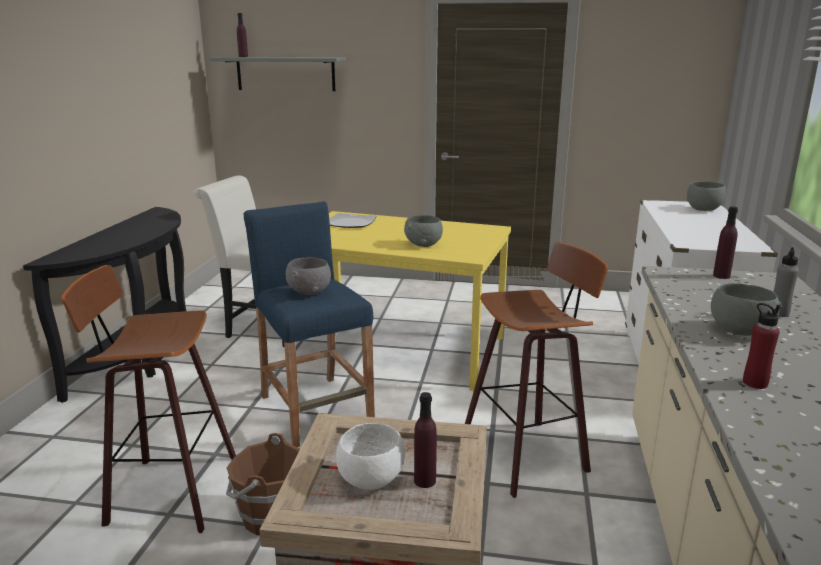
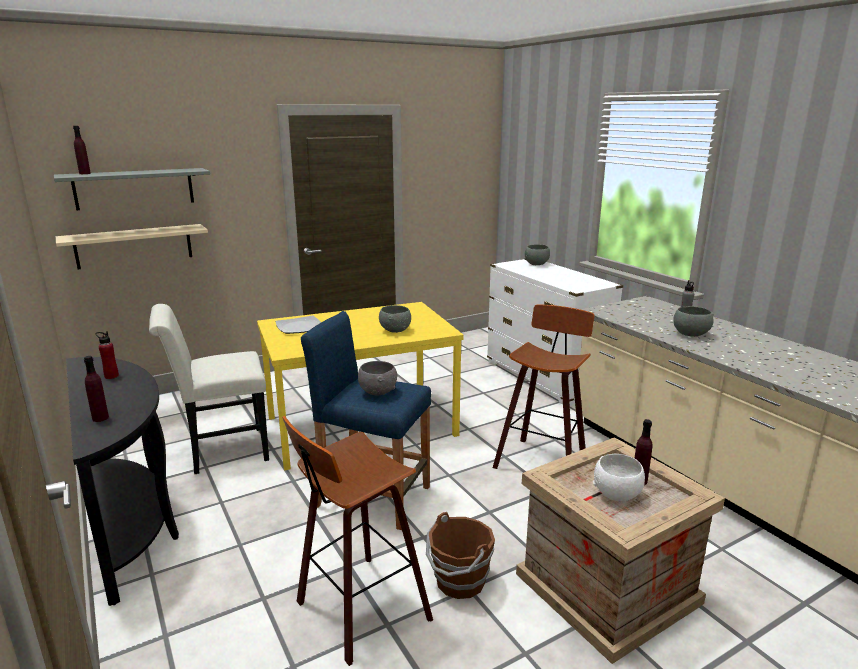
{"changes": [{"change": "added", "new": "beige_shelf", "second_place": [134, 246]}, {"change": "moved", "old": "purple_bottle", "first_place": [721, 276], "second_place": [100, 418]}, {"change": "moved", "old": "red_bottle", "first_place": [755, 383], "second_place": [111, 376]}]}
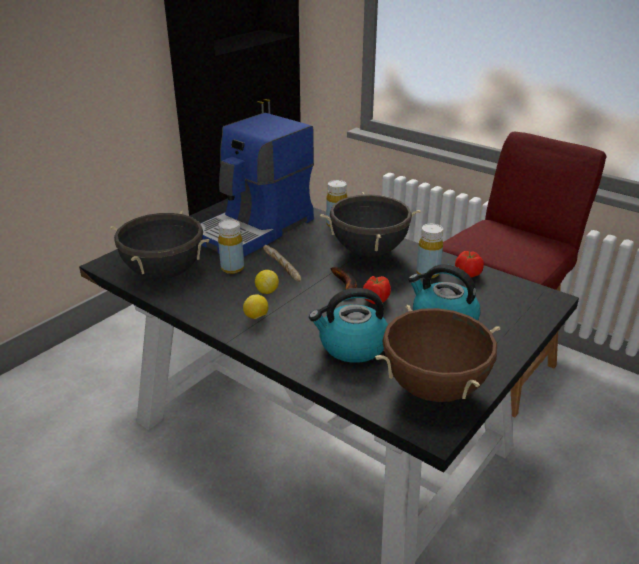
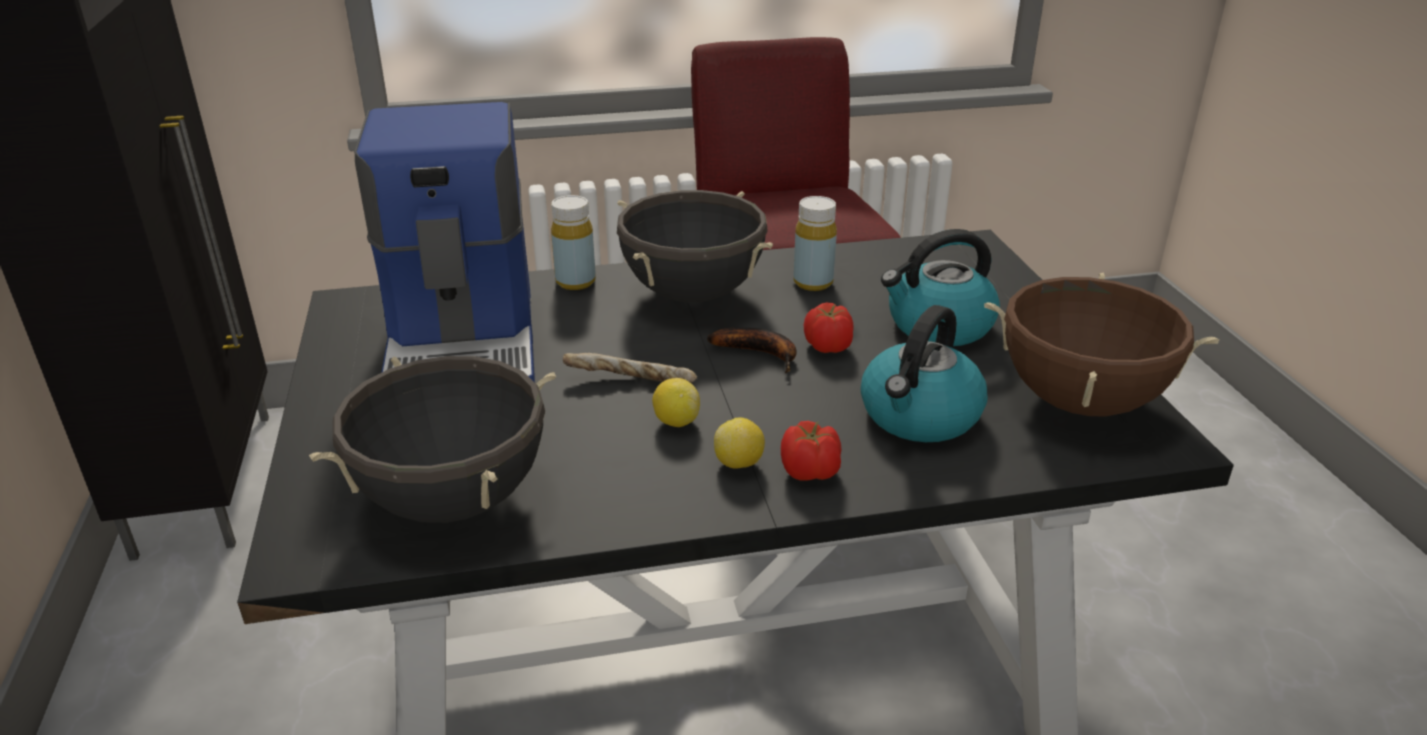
{"changes": [{"change": "moved", "old": "tomato", "first_place": [468, 274], "second_place": [811, 472]}, {"change": "removed", "old": "yellow_bottle", "first_place": [232, 268]}]}
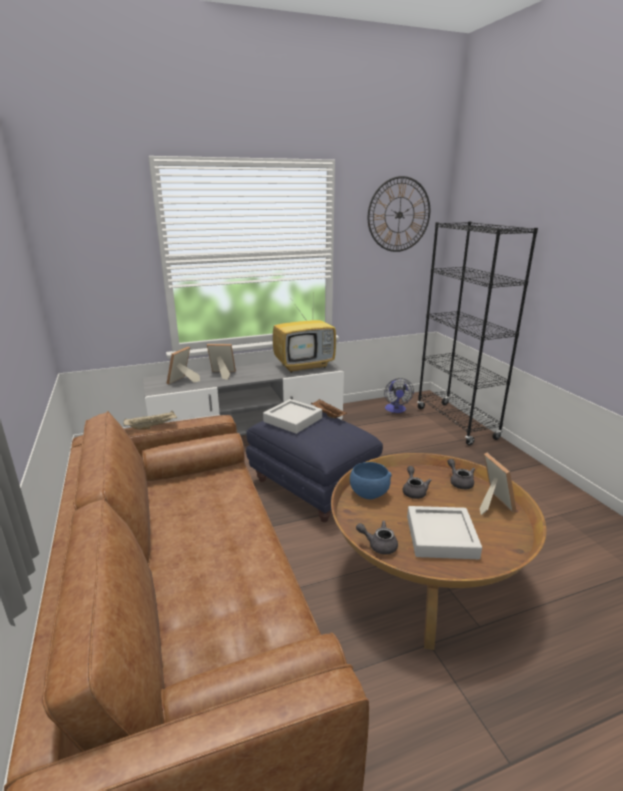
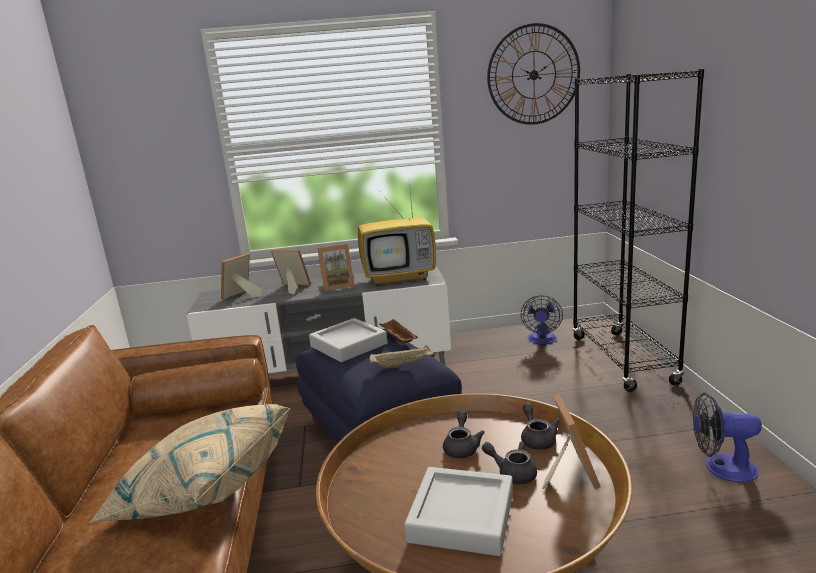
{"changes": [{"change": "added", "new": "beige_pillow", "second_place": [202, 490]}, {"change": "added", "new": "picture_frame", "second_place": [337, 286]}, {"change": "moved", "old": "beige_tray", "first_place": [152, 426], "second_place": [402, 365]}, {"change": "moved", "old": "grey_teapot", "first_place": [378, 545], "second_place": [512, 473]}, {"change": "added", "new": "fan", "second_place": [721, 468]}, {"change": "removed", "old": "blue_bowl", "first_place": [368, 494]}]}
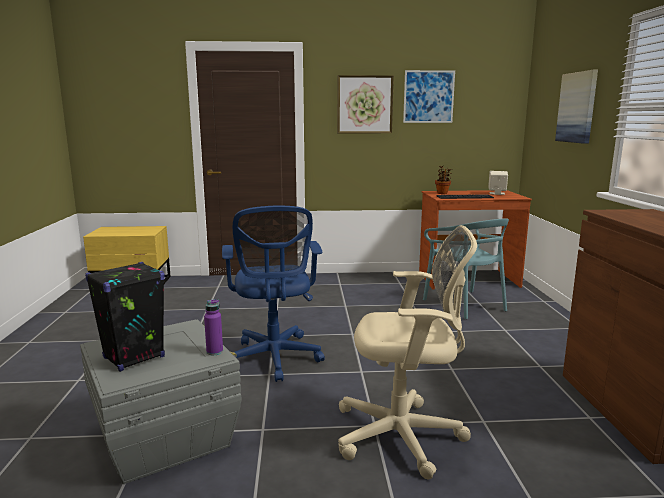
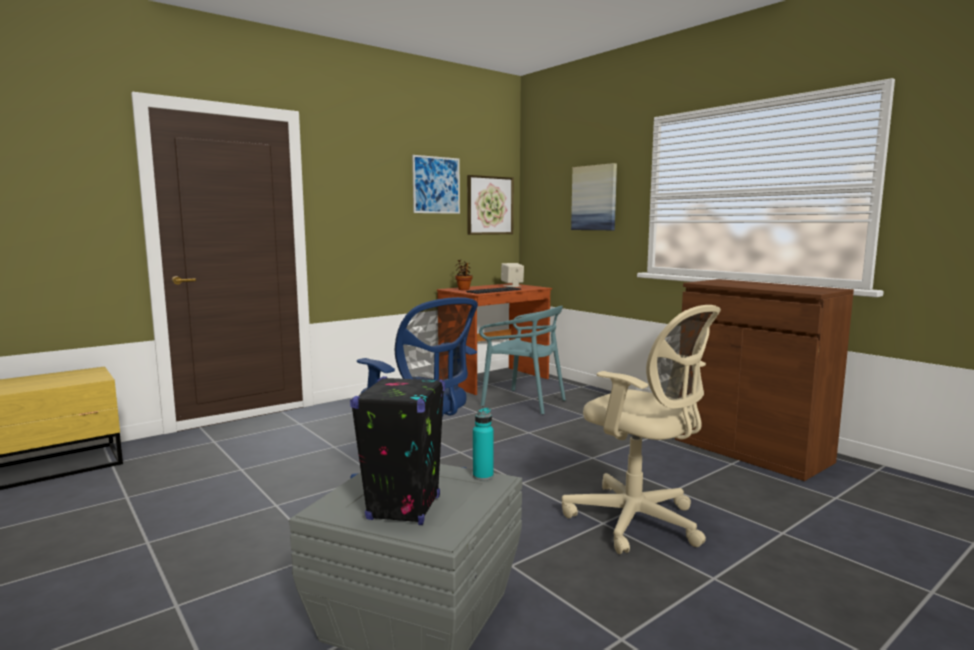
{"changes": [{"change": "moved", "old": "picture", "first_place": [364, 104], "second_place": [490, 205]}, {"change": "recoloured", "old": "purple_bottle", "new": "turquoise_bottle", "first_place": [214, 352], "second_place": [483, 476]}, {"change": "turned", "old": "beige_office_chair", "first_place": [404, 436], "second_place": [638, 522], "degrees": 75}]}
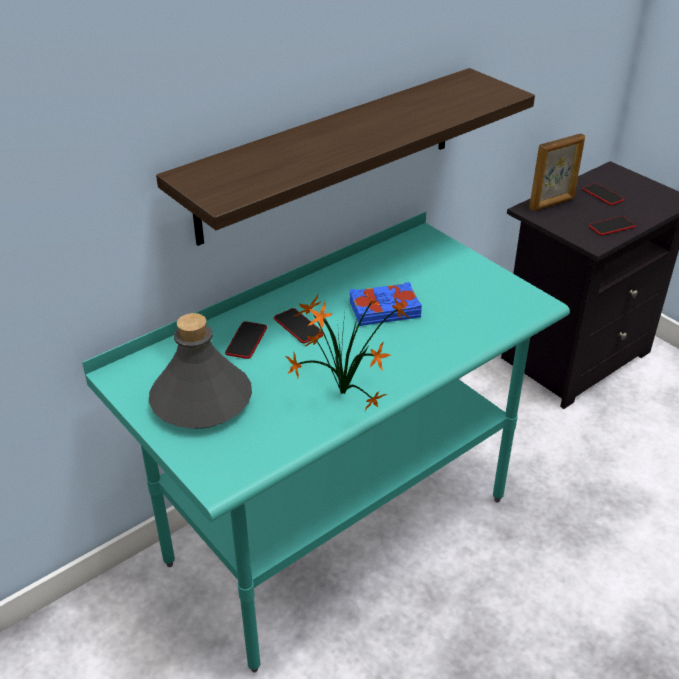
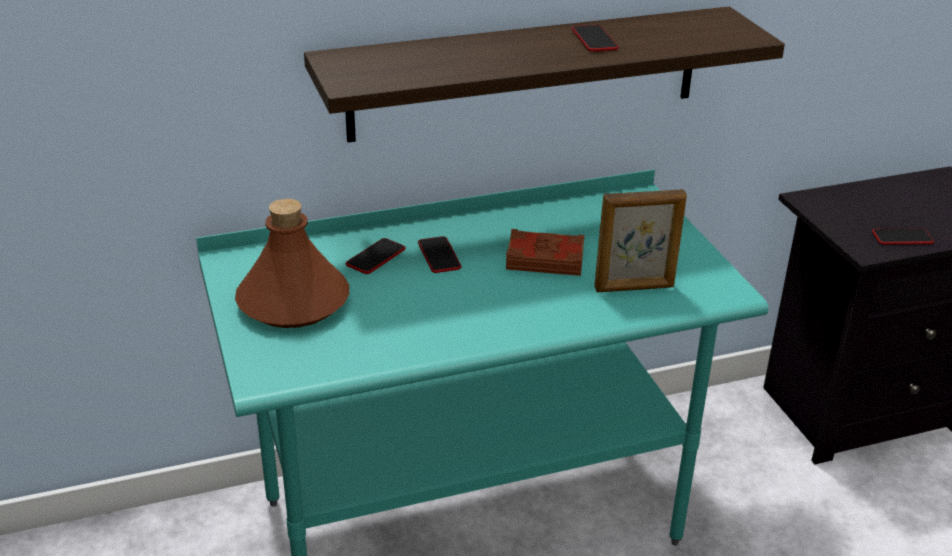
{"changes": [{"change": "recoloured", "old": "grey_bottle", "new": "brown_bottle", "first_place": [201, 401], "second_place": [292, 302]}, {"change": "recoloured", "old": "blue_book", "new": "brown_book", "first_place": [384, 309], "second_place": [545, 259]}, {"change": "moved", "old": "phone", "first_place": [602, 195], "second_place": [594, 39]}, {"change": "moved", "old": "picture_frame", "first_place": [552, 204], "second_place": [634, 288]}, {"change": "removed", "old": "potted_plant", "first_place": [340, 392]}]}
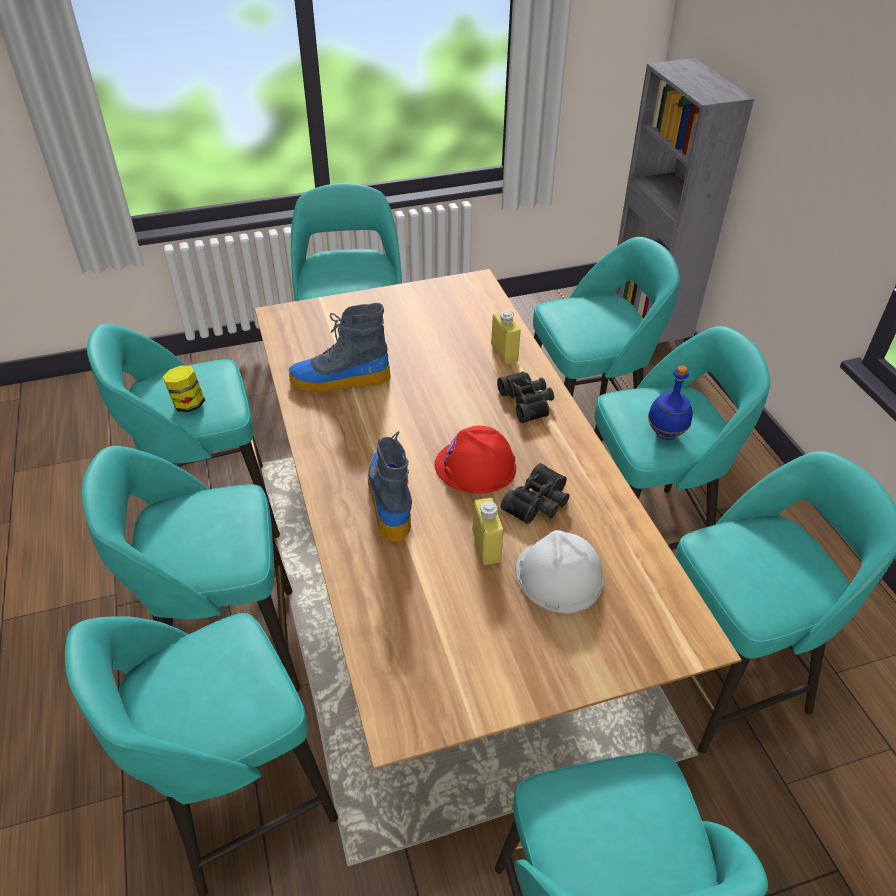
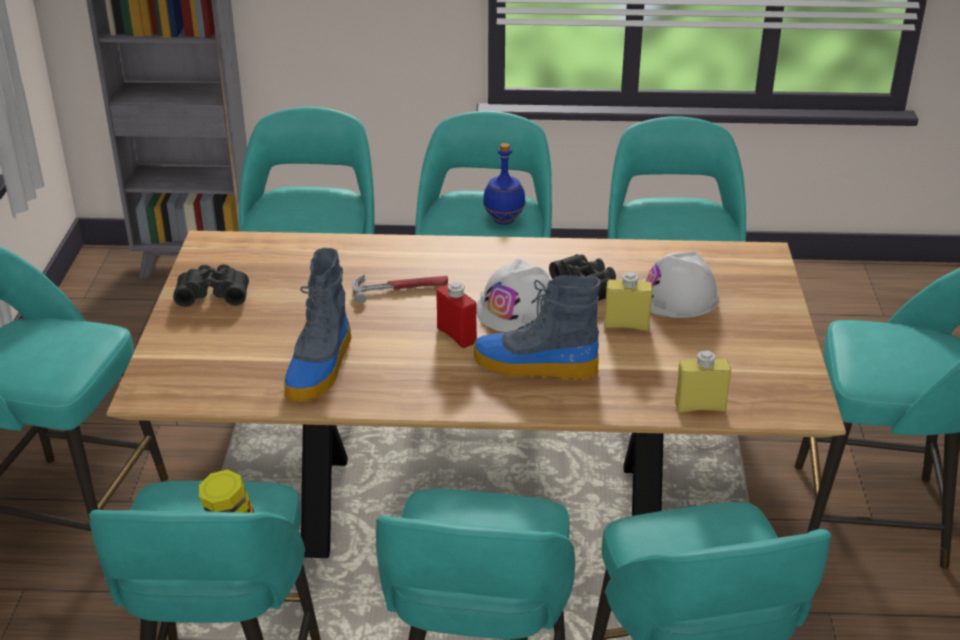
{"changes": [{"change": "moved", "old": "black_binoculars", "first_place": [528, 402], "second_place": [213, 293]}, {"change": "added", "new": "hammer", "second_place": [400, 288]}, {"change": "added", "new": "red_bottle", "second_place": [456, 335]}, {"change": "recoloured", "old": "red_hard_hat", "new": "white_hard_hat", "first_place": [475, 466], "second_place": [518, 309]}, {"change": "moved", "old": "yellow_bottle", "first_place": [504, 352], "second_place": [700, 407]}]}
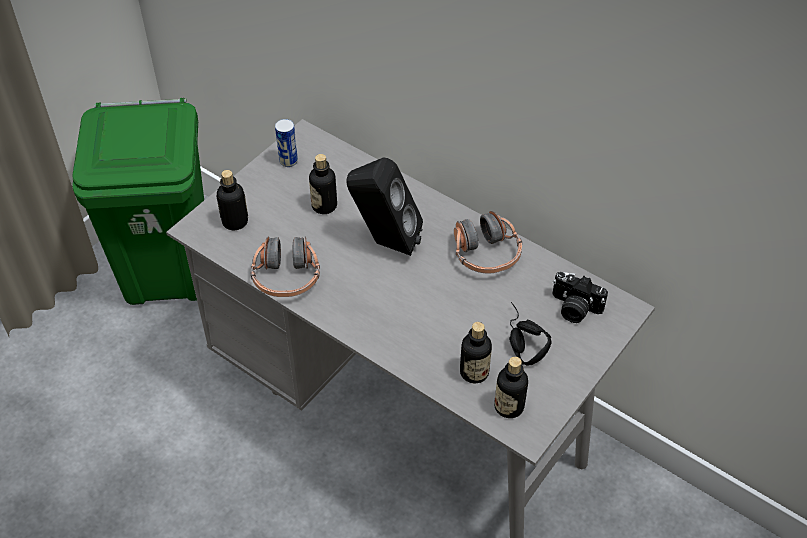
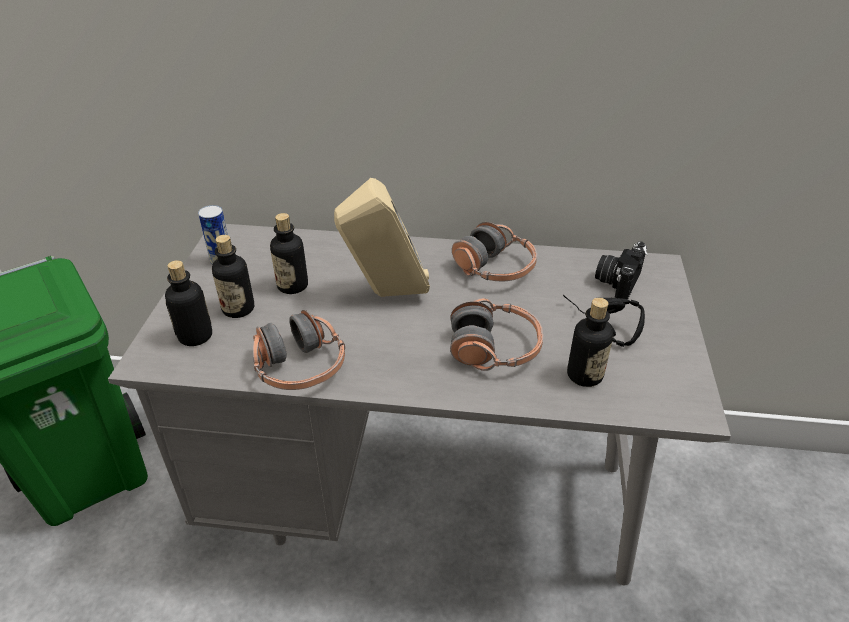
{"changes": [{"change": "moved", "old": "bottle", "first_place": [509, 406], "second_place": [238, 308]}, {"change": "recoloured", "old": "black_speaker", "new": "beige_speaker", "first_place": [384, 242], "second_place": [385, 294]}, {"change": "added", "new": "headphones", "second_place": [494, 348]}, {"change": "turned", "old": "photo_camera", "first_place": [574, 308], "second_place": [617, 281], "degrees": 120}]}
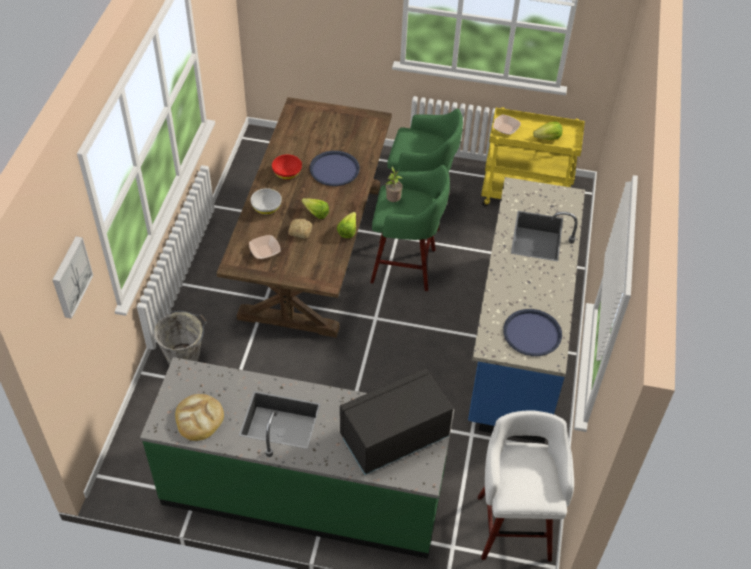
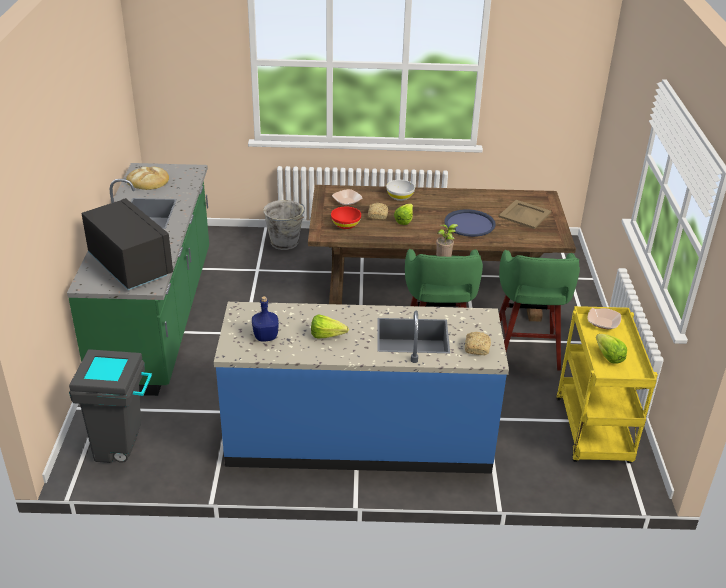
{"changes": [{"change": "replaced", "old": "white_stool", "new": "grey_trash_can", "first_place": [514, 524], "second_place": [123, 448]}, {"change": "replaced", "old": "blue_tray", "new": "blue_bottle", "first_place": [532, 333], "second_place": [265, 337]}, {"change": "moved", "old": "lettuce", "first_place": [349, 229], "second_place": [330, 336]}, {"change": "moved", "old": "red_bowl", "first_place": [287, 173], "second_place": [346, 225]}, {"change": "added", "new": "bread", "second_place": [477, 347]}, {"change": "added", "new": "beige_tray", "second_place": [525, 215]}, {"change": "removed", "old": "picture", "first_place": [70, 277]}]}
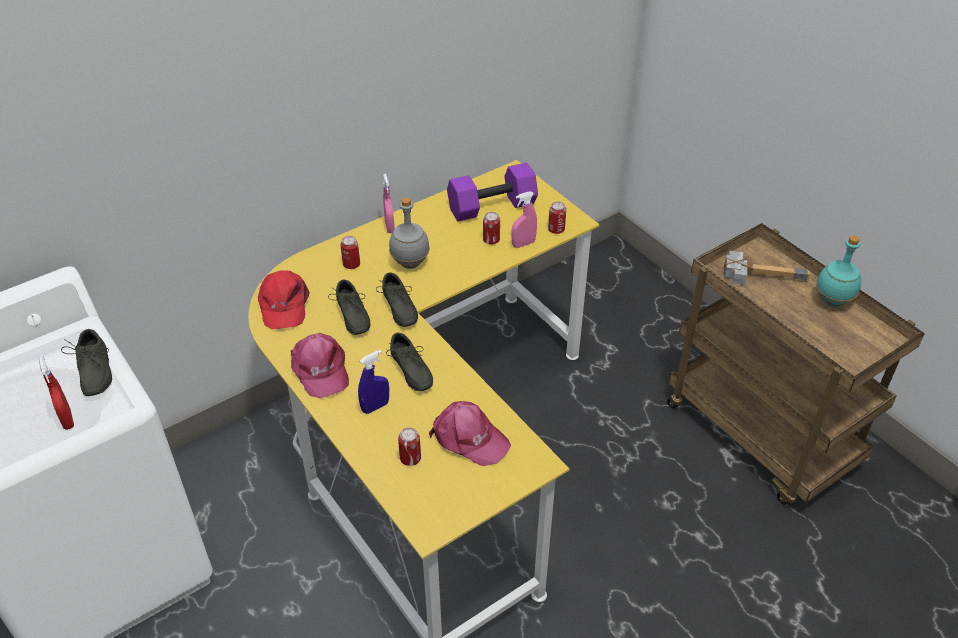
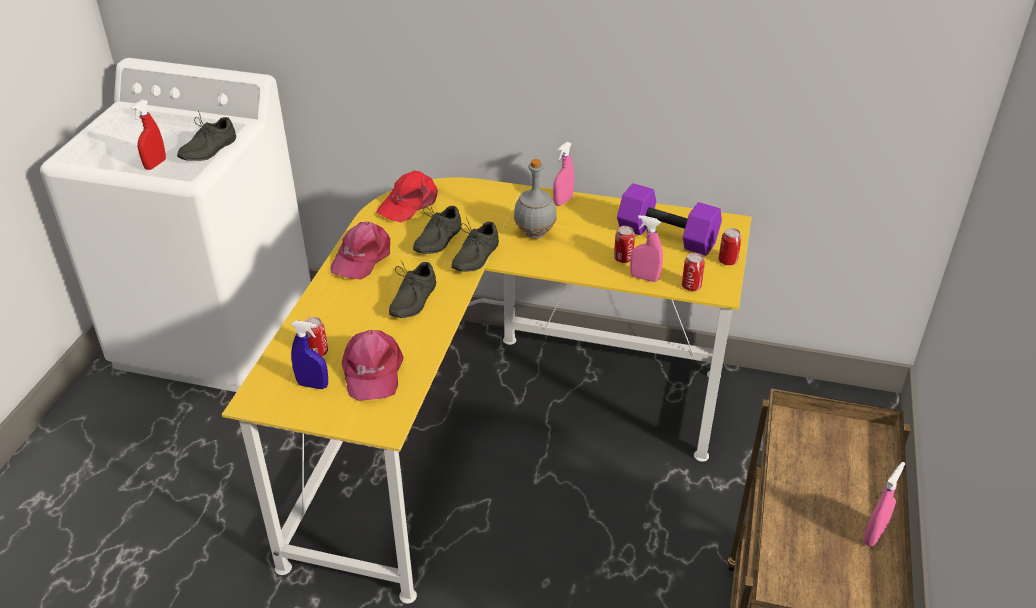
{"changes": [{"change": "moved", "old": "blue_spray_bottle", "first_place": [375, 407], "second_place": [313, 385]}, {"change": "moved", "old": "can", "first_place": [351, 264], "second_place": [727, 261]}, {"change": "replaced", "old": "turquoise_bottle", "new": "pink_spray_bottle", "first_place": [832, 301], "second_place": [874, 535]}, {"change": "removed", "old": "hammer", "first_place": [761, 272]}]}
